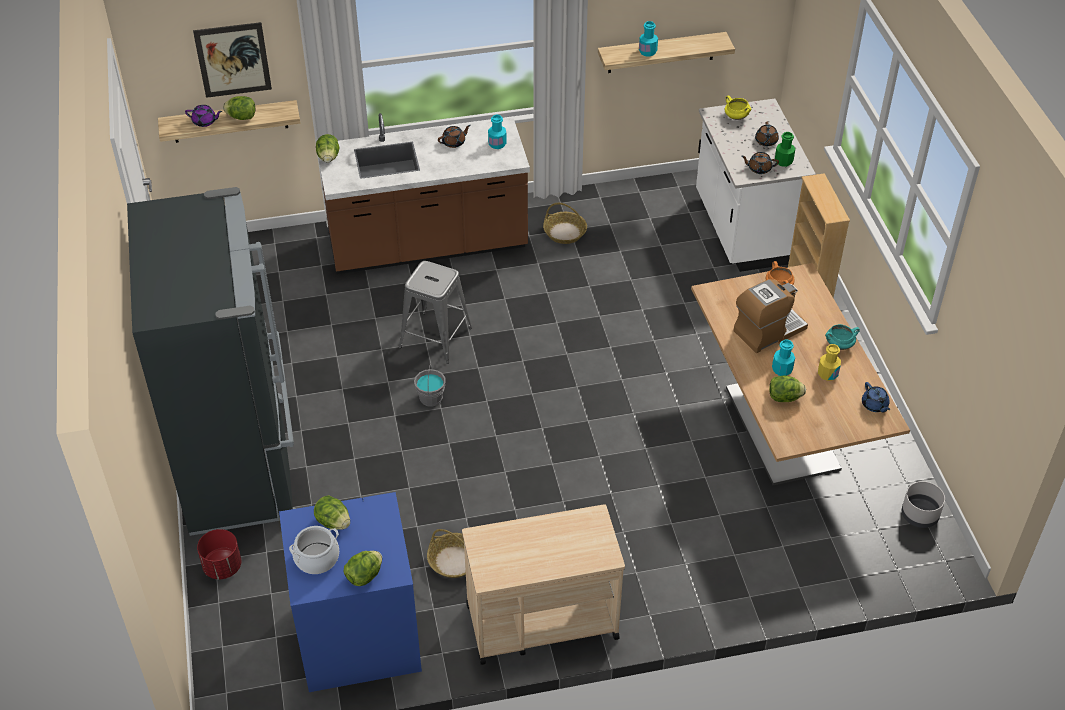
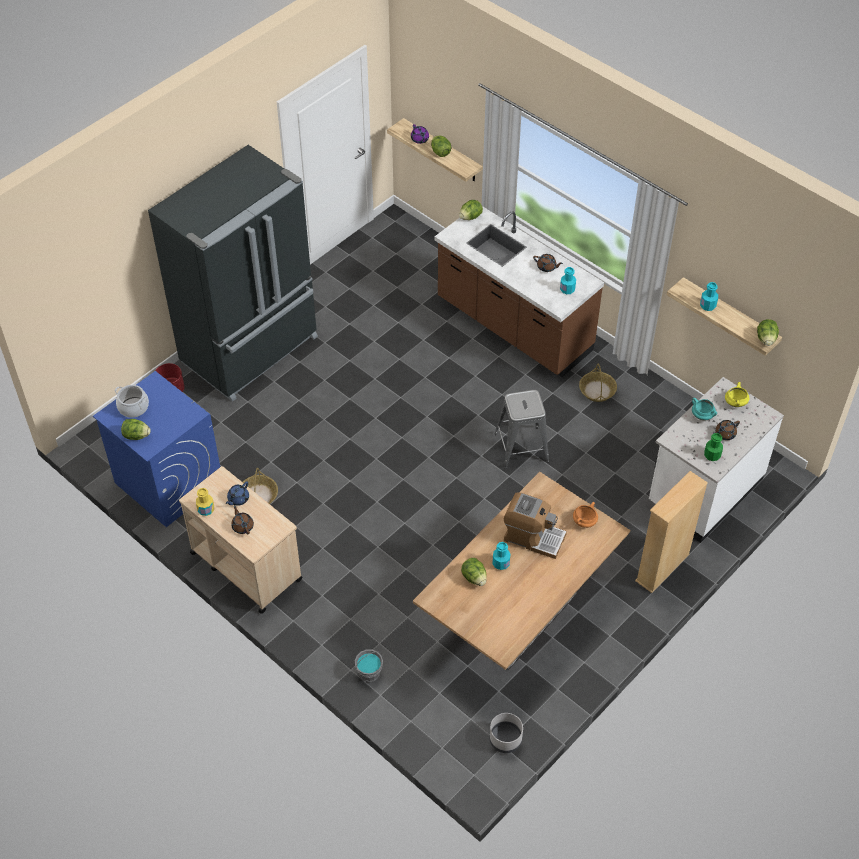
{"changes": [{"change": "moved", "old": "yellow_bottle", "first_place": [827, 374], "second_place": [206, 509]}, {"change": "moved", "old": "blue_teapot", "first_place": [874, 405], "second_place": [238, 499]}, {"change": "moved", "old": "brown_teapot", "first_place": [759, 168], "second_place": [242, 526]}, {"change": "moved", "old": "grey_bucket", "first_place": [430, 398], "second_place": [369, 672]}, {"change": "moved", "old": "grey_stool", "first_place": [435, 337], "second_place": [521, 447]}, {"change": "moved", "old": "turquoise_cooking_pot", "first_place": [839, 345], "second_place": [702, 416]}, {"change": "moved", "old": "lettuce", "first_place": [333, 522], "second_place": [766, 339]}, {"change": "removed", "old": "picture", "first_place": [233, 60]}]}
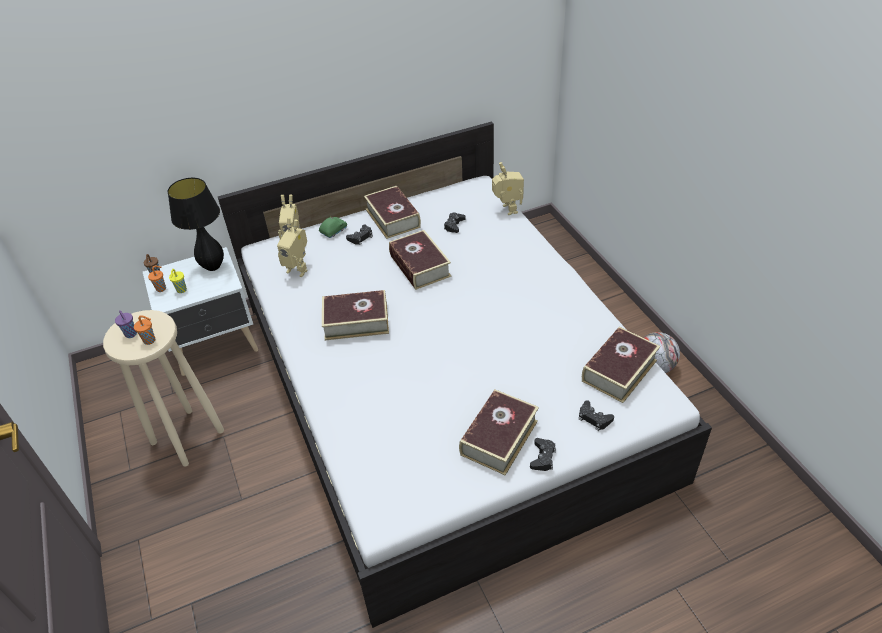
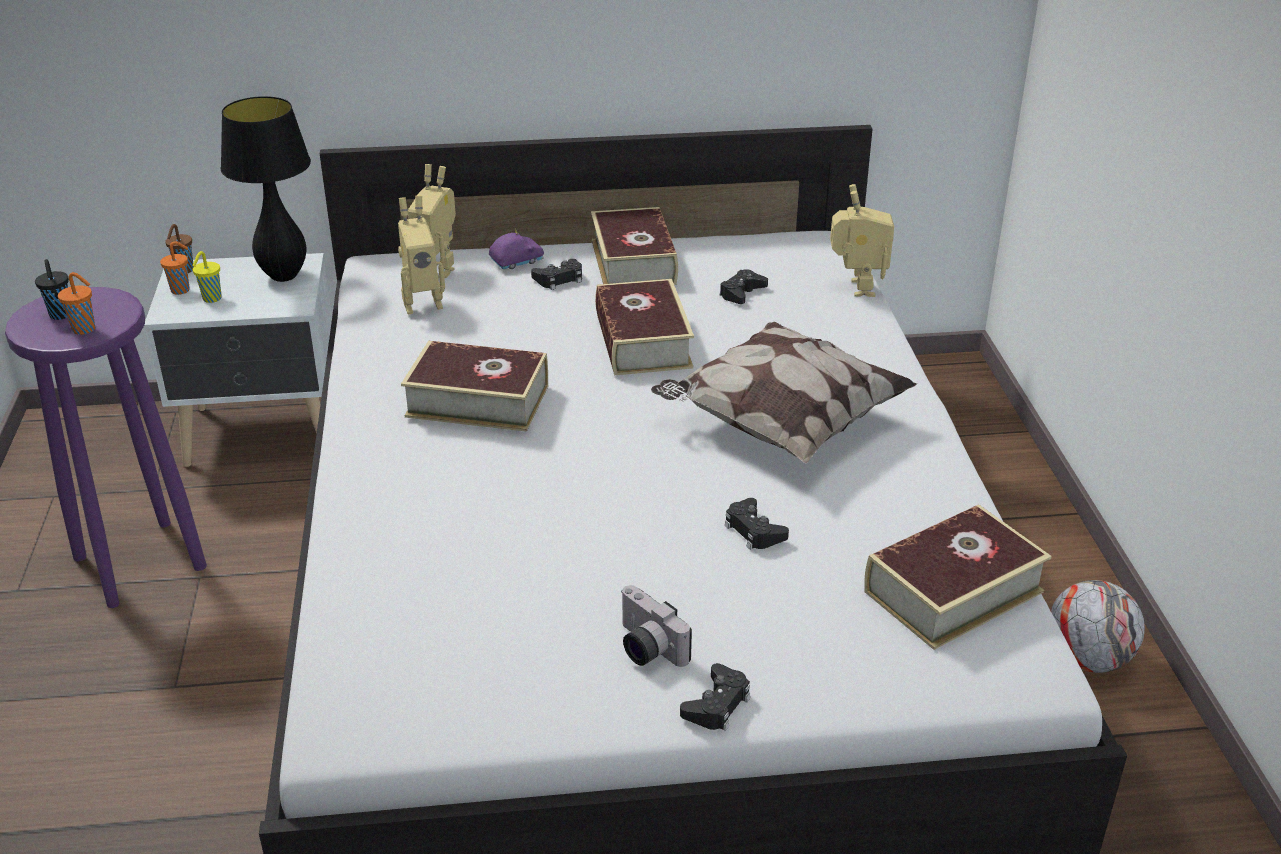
{"changes": [{"change": "recoloured", "old": "beige_stool", "new": "purple_stool", "first_place": [188, 437], "second_place": [140, 563]}, {"change": "recoloured", "old": "purple_cup", "new": "black_cup", "first_place": [131, 334], "second_place": [61, 315]}, {"change": "turned", "old": "toy_robot", "first_place": [298, 269], "second_place": [422, 303], "degrees": -60}, {"change": "recoloured", "old": "green_toy_car", "new": "purple_toy_car", "first_place": [333, 231], "second_place": [516, 261]}, {"change": "replaced", "old": "book", "new": "photo_camera", "first_place": [499, 437], "second_place": [645, 648]}, {"change": "added", "new": "pillow", "second_place": [780, 424]}, {"change": "moved", "old": "black_game_controller", "first_place": [594, 418], "second_place": [754, 531]}]}
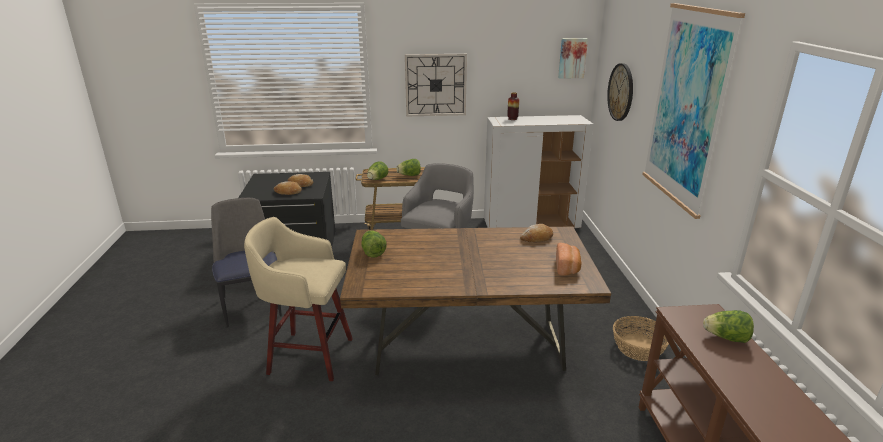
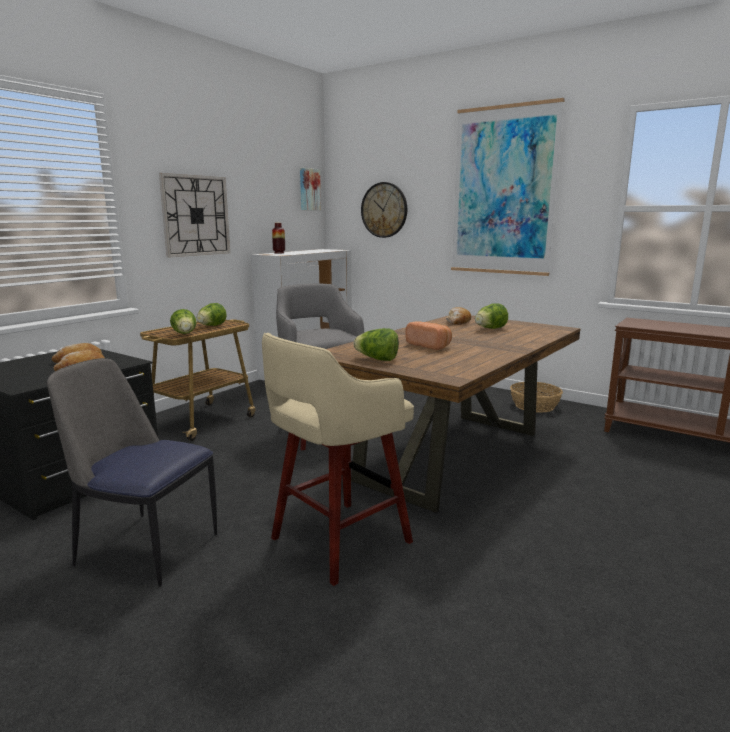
{"changes": [{"change": "moved", "old": "bread", "first_place": [567, 268], "second_place": [430, 346]}, {"change": "moved", "old": "lettuce", "first_place": [726, 338], "second_place": [490, 329]}]}
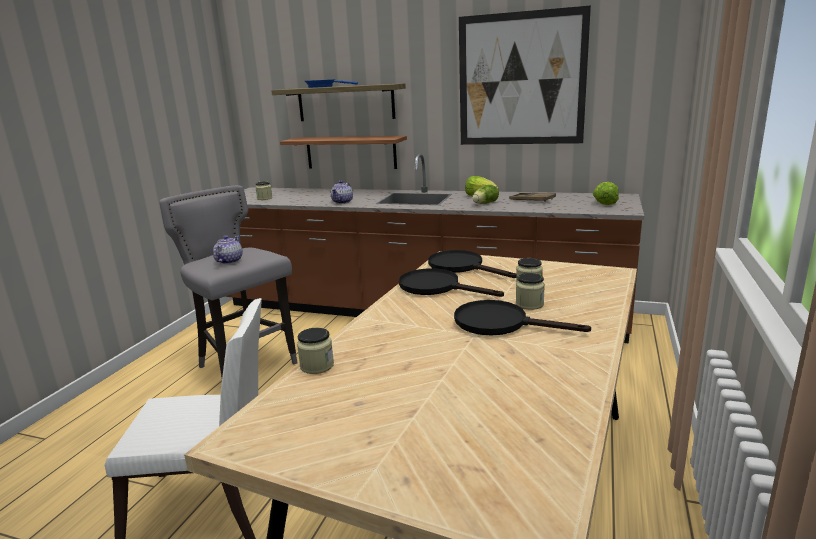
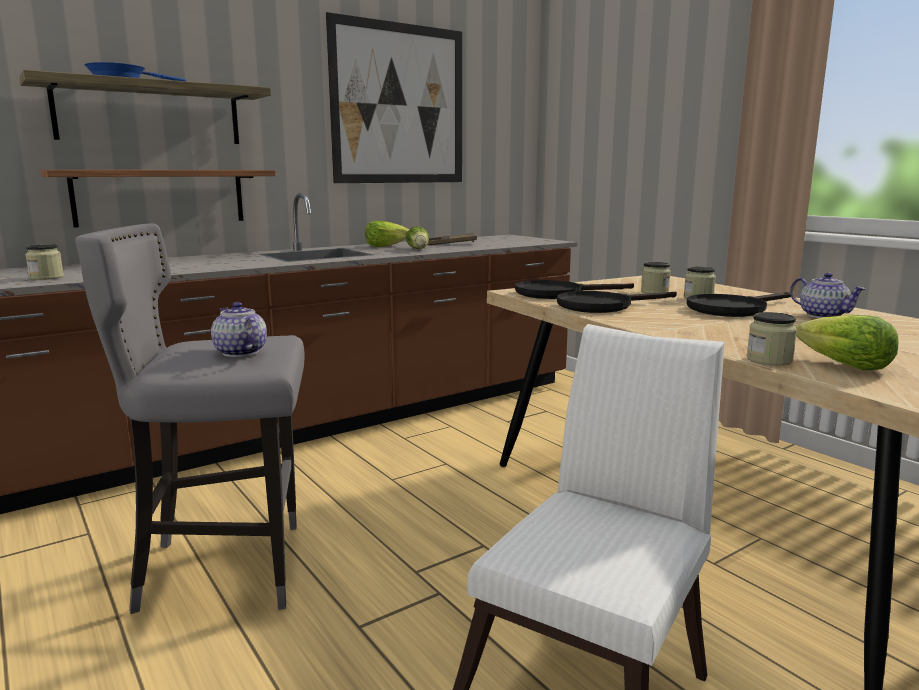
{"changes": [{"change": "moved", "old": "teapot", "first_place": [343, 202], "second_place": [822, 315]}, {"change": "moved", "old": "lettuce", "first_place": [605, 202], "second_place": [842, 365]}]}
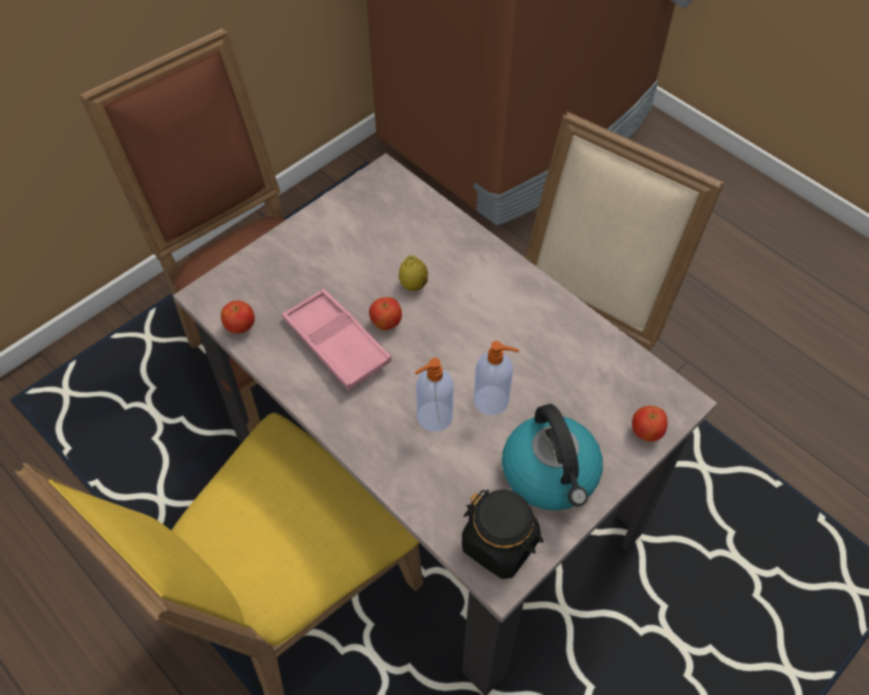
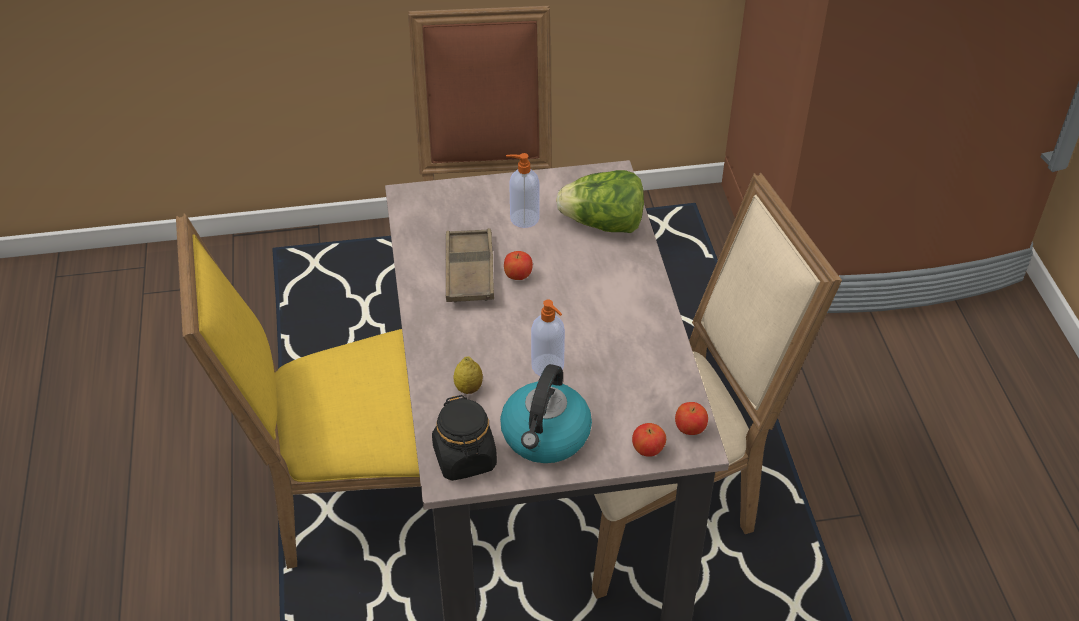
{"changes": [{"change": "recoloured", "old": "pink_tray", "new": "brown_tray", "first_place": [336, 343], "second_place": [469, 271]}, {"change": "moved", "old": "lemon", "first_place": [413, 285], "second_place": [468, 388]}, {"change": "moved", "old": "soap_dispenser", "first_place": [433, 417], "second_place": [523, 218]}, {"change": "added", "new": "lettuce", "second_place": [603, 224]}, {"change": "moved", "old": "apple", "first_place": [240, 326], "second_place": [690, 429]}]}
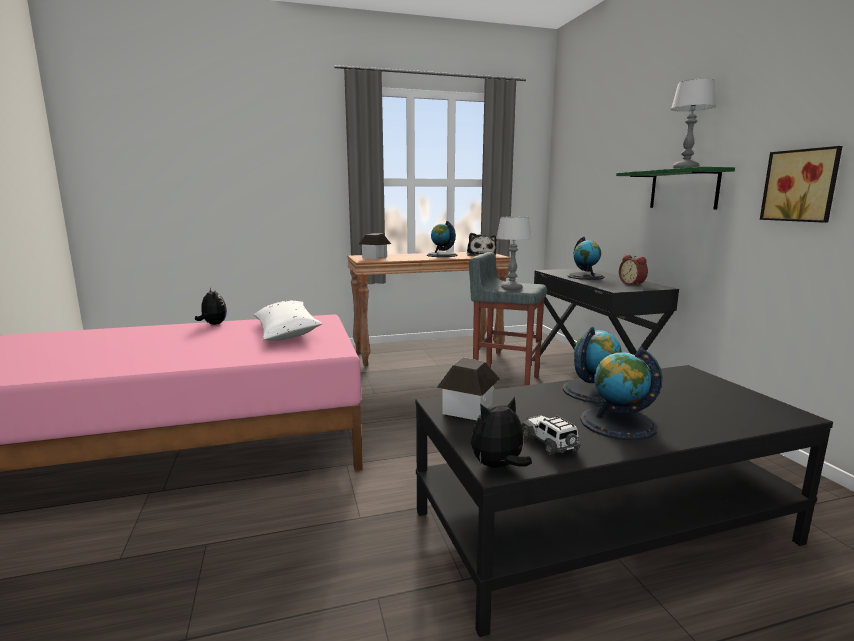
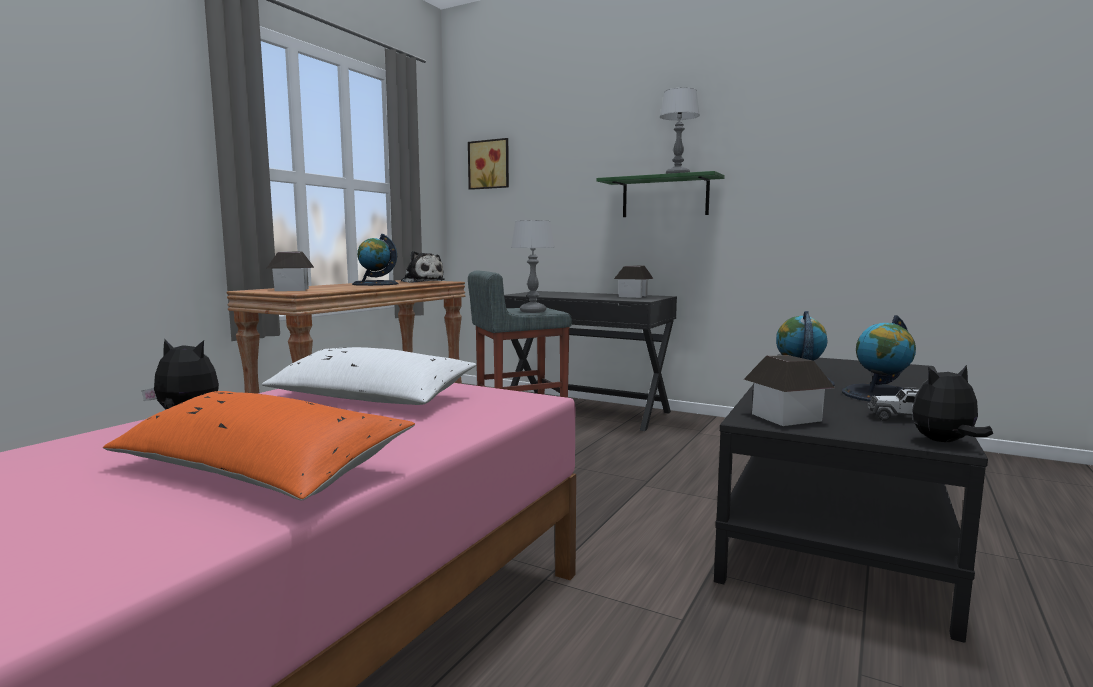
{"changes": [{"change": "added", "new": "orange_pillow", "second_place": [260, 469]}, {"change": "moved", "old": "picture", "first_place": [801, 185], "second_place": [490, 164]}, {"change": "replaced", "old": "alarm_clock", "new": "toy_house", "first_place": [633, 284], "second_place": [633, 296]}, {"change": "turned", "old": "plush_toy", "first_place": [498, 467], "second_place": [944, 442], "degrees": 60}, {"change": "removed", "old": "globe", "first_place": [585, 276]}]}
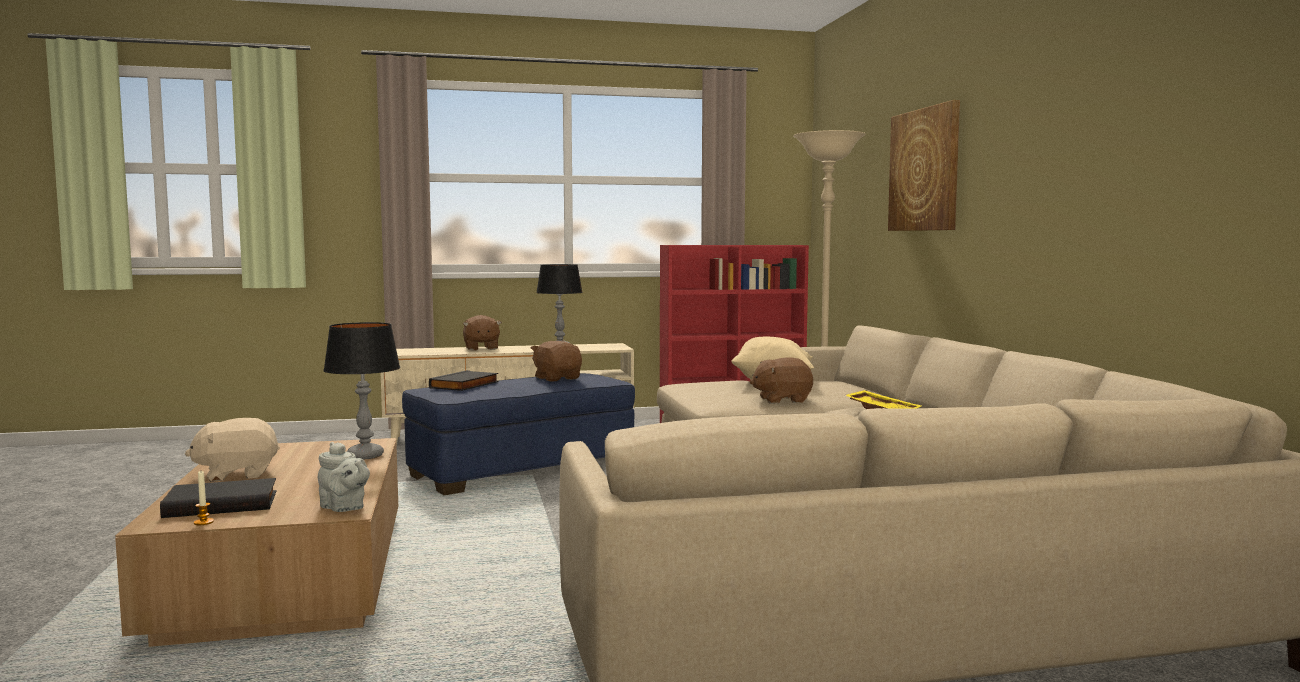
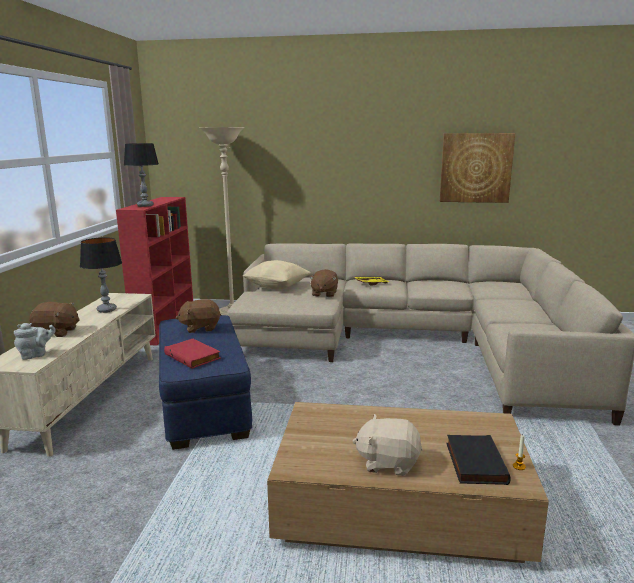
{"changes": [{"change": "moved", "old": "grey_teapot", "first_place": [344, 508], "second_place": [36, 355]}, {"change": "moved", "old": "table_lamp", "first_place": [365, 456], "second_place": [145, 205]}, {"change": "recoloured", "old": "black_book", "new": "red_book", "first_place": [465, 385], "second_place": [193, 356]}, {"change": "turned", "old": "beige_plush_toy", "first_place": [237, 474], "second_place": [388, 462], "degrees": 105}, {"change": "moved", "old": "picture", "first_place": [924, 170], "second_place": [476, 168]}]}
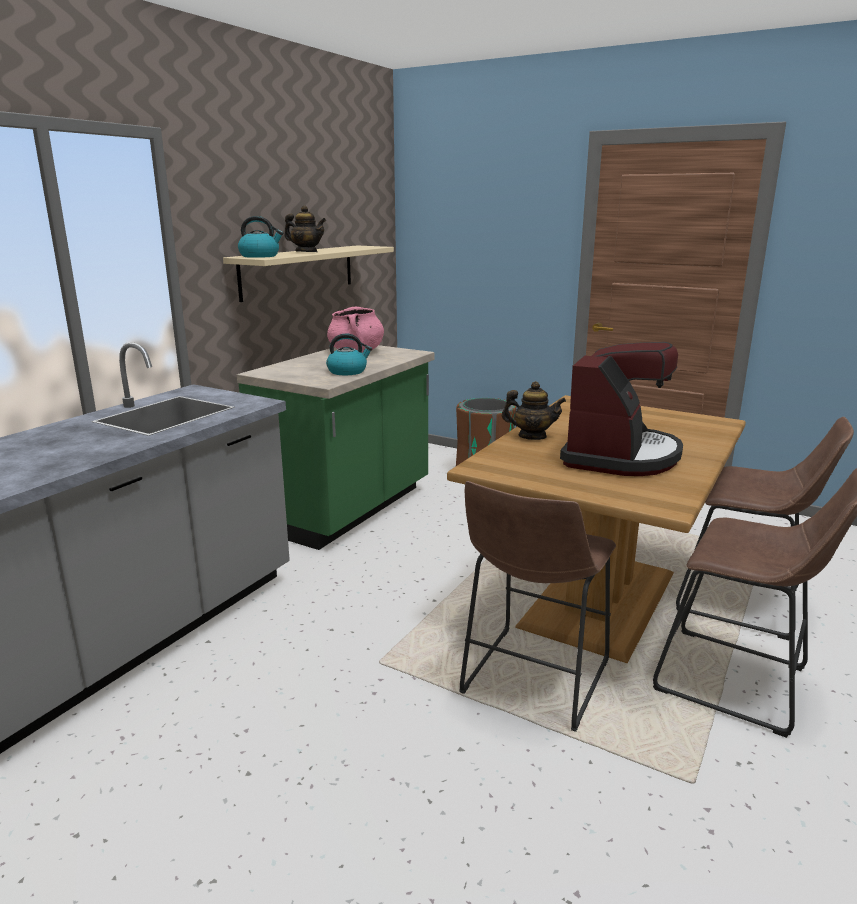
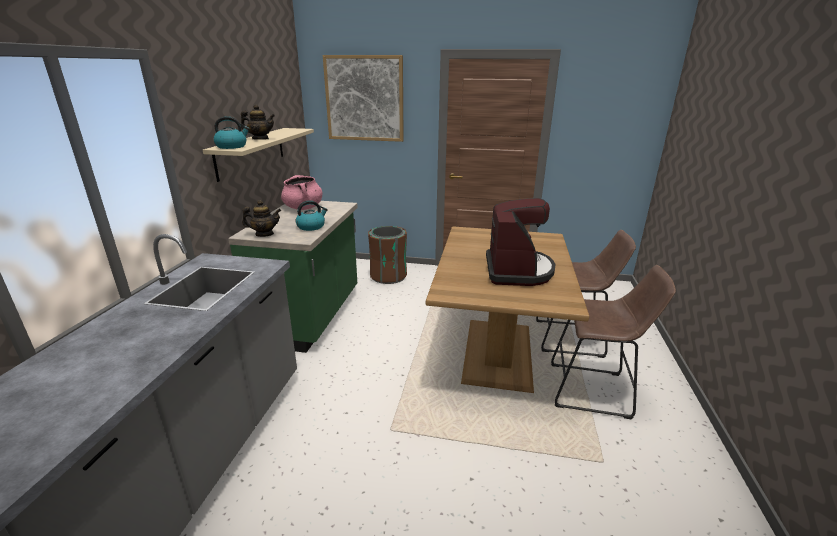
{"changes": [{"change": "moved", "old": "teapot", "first_place": [532, 436], "second_place": [264, 234]}, {"change": "added", "new": "picture", "second_place": [364, 99]}, {"change": "removed", "old": "brown_stool", "first_place": [531, 682]}]}
